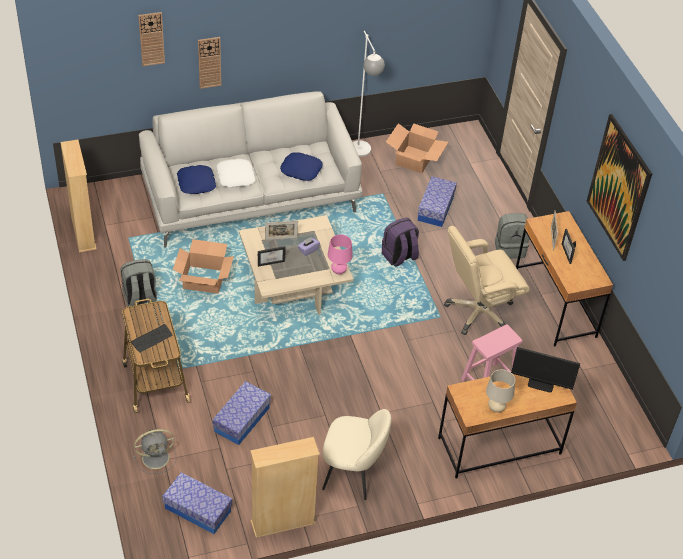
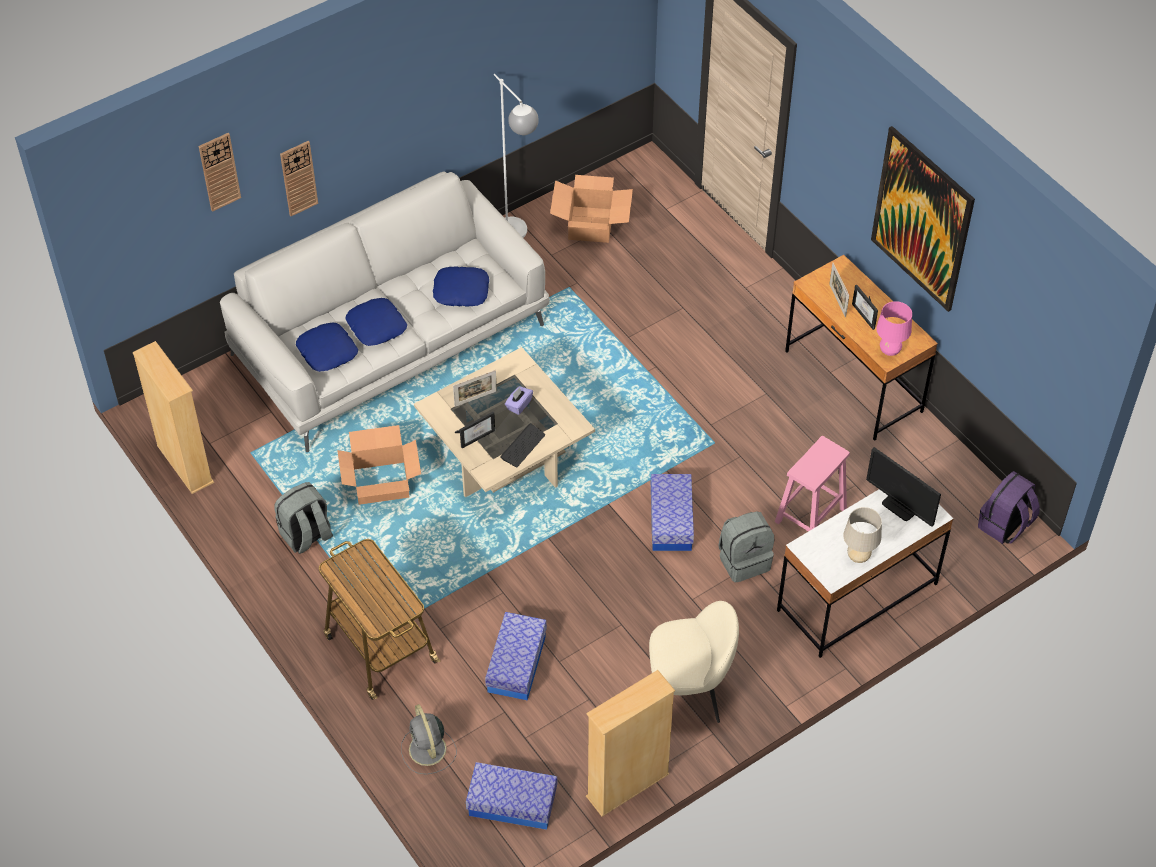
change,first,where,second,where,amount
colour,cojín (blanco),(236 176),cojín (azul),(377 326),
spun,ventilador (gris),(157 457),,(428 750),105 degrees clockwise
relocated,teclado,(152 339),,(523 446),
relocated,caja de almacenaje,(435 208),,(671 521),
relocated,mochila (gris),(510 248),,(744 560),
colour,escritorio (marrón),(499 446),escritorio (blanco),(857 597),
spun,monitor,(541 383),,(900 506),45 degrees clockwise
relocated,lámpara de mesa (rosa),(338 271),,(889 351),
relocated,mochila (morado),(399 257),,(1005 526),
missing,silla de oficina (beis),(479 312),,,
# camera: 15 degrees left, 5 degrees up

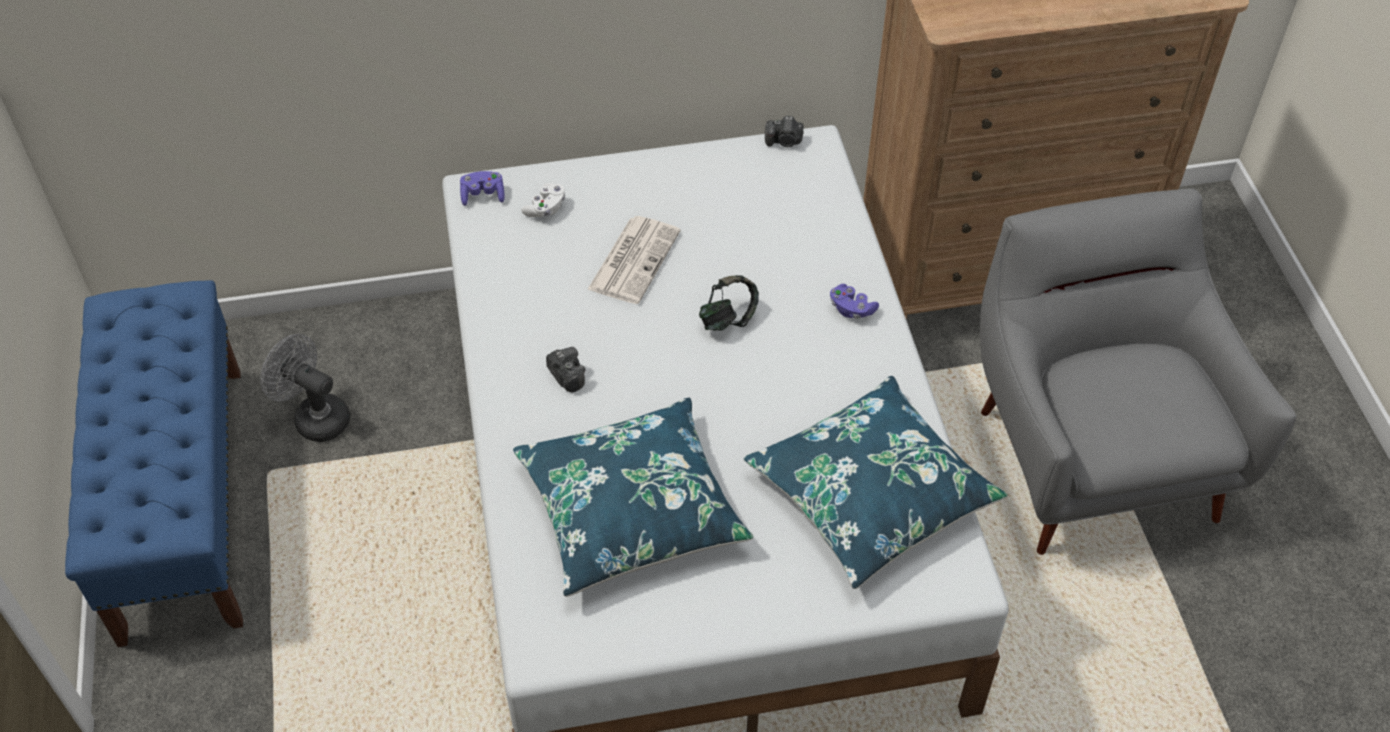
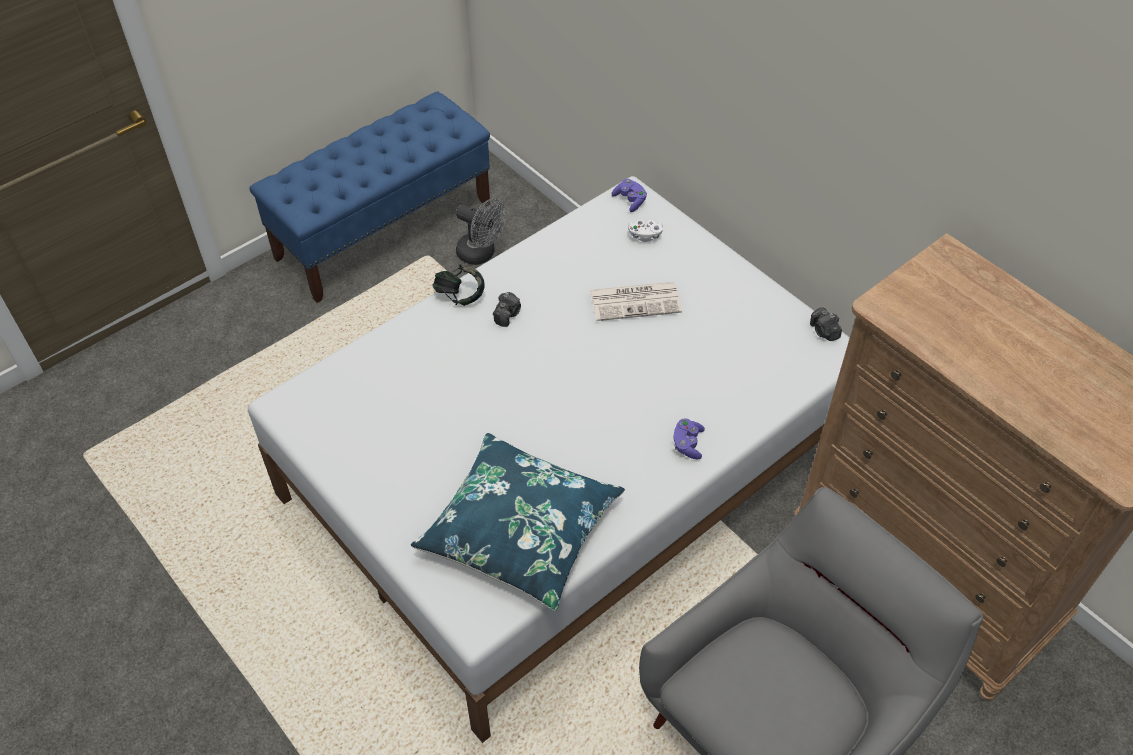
change,first,where,second,where,amount
relocated,auriculares,(728 319),,(460 296),
spun,ventilador (gris),(315 417),,(481 254),120 degrees clockwise
missing,cojín (azul),(631 509),,,
# camera: 60 degrees right, 0 degrees up

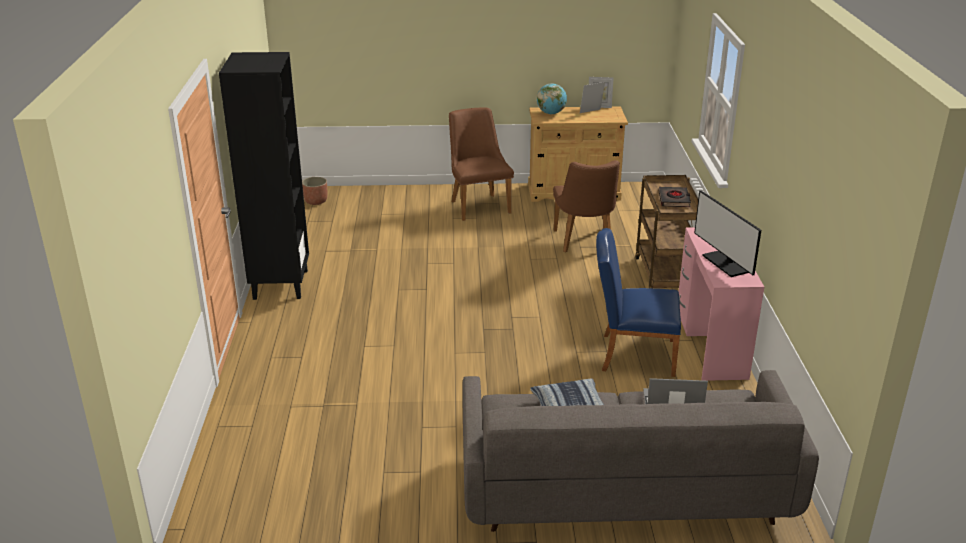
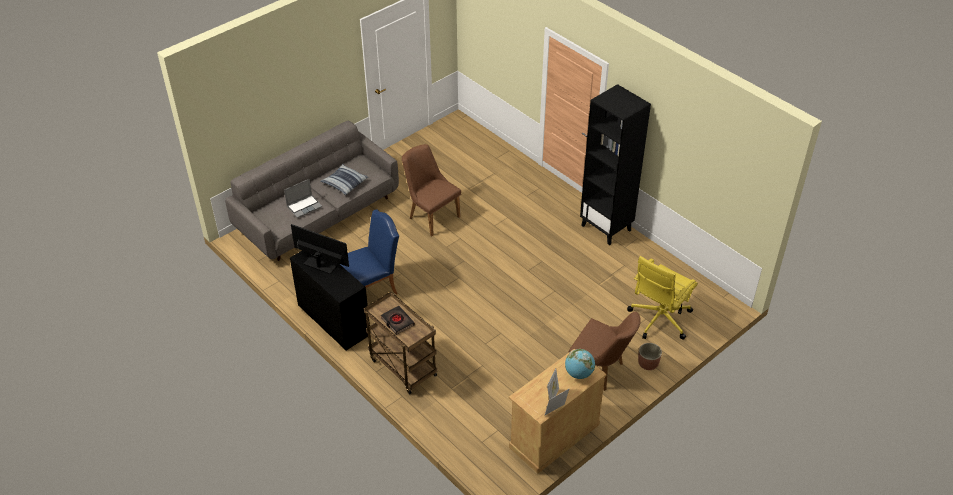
change,first,where,second,where,amount
colour,escritorio (rosa),(711 345),escritorio (negro),(333 320),
relocated,silla (marrón),(584 243),,(430 215),
appeared,,,silla de oficina (amarillo),(659 319),
relocated,maceta,(316 201),,(648 364),
# camera: 140 degrees right, 15 degrees up

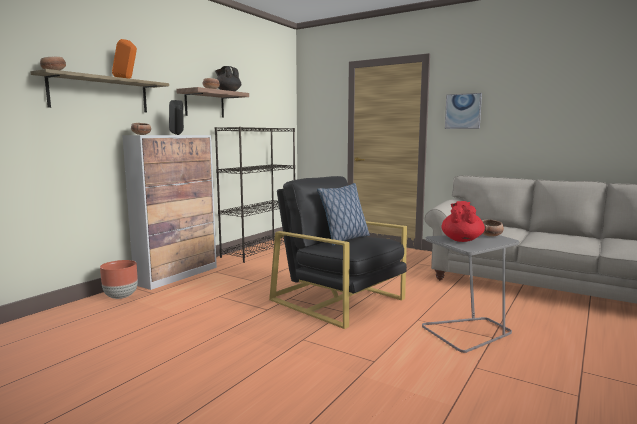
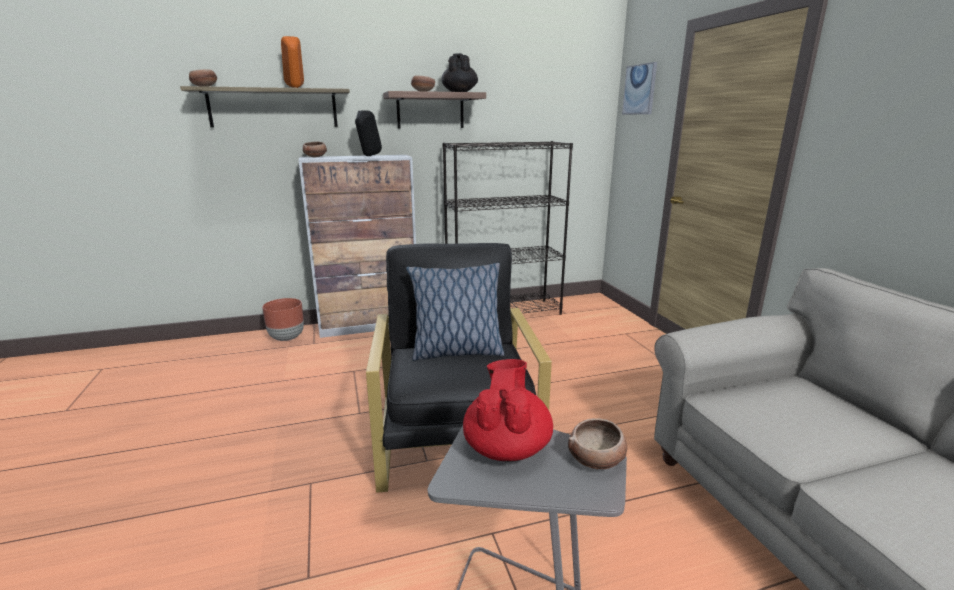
change,first,where,second,where,amount
spun,tetera (rojo),(461 240),,(507 447),45 degrees counterclockwise
relocated,cuadro,(463 111),,(640 89),
# camera: 40 degrees right, 10 degrees up

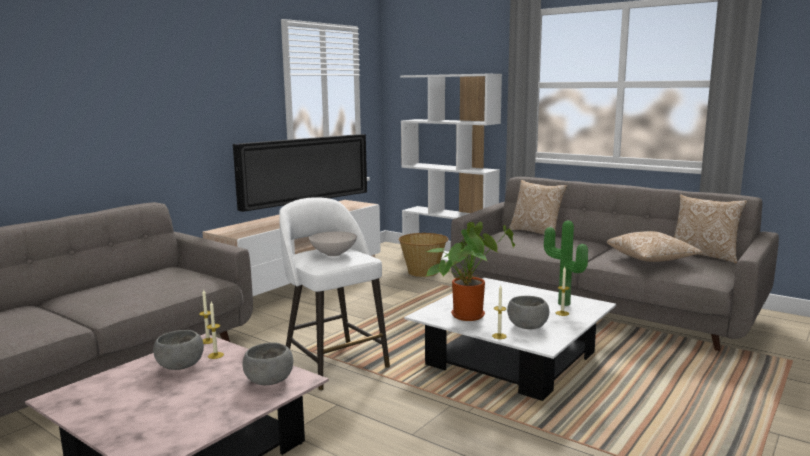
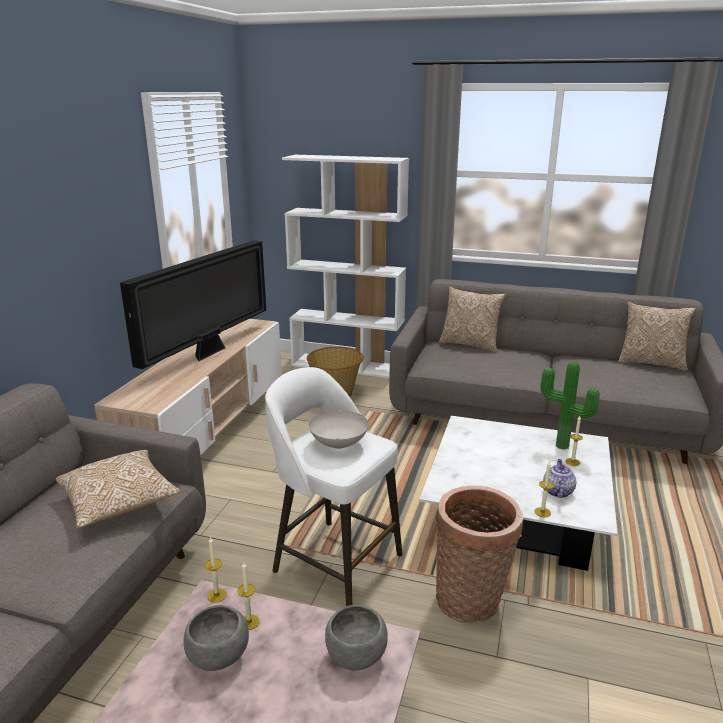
change,first,where,second,where,amount
relocated,cojín,(651 259),,(119 502),
appeared,,,cesta,(472 601),
exchanged,cuenco (gris),(527 327),tetera,(557 491),
missing,planta en maceta,(468 314),,,
# camera: 20 degrees left, 10 degrees up

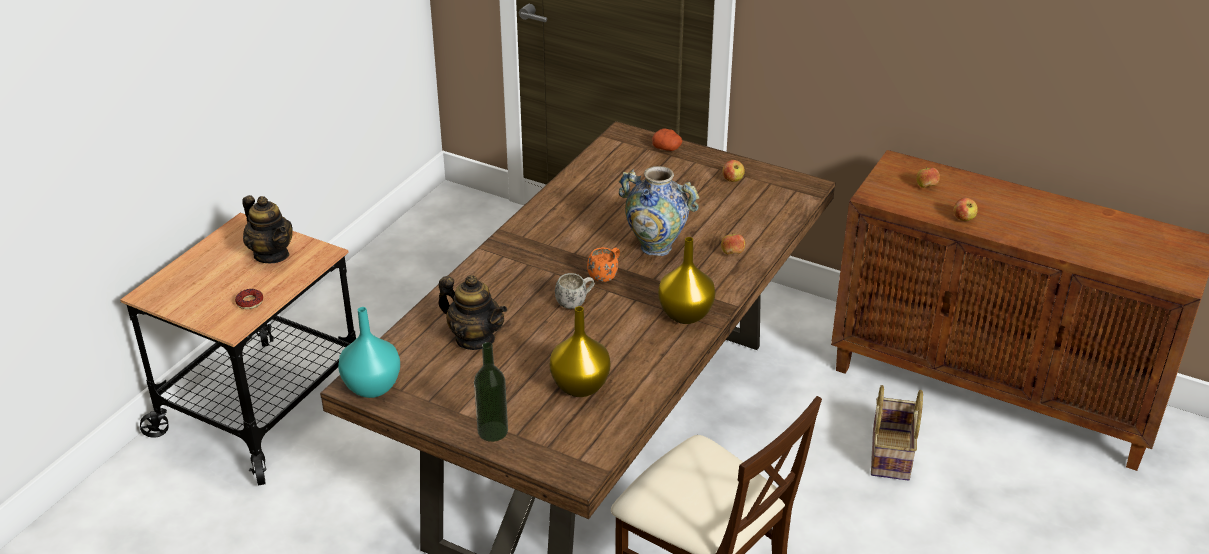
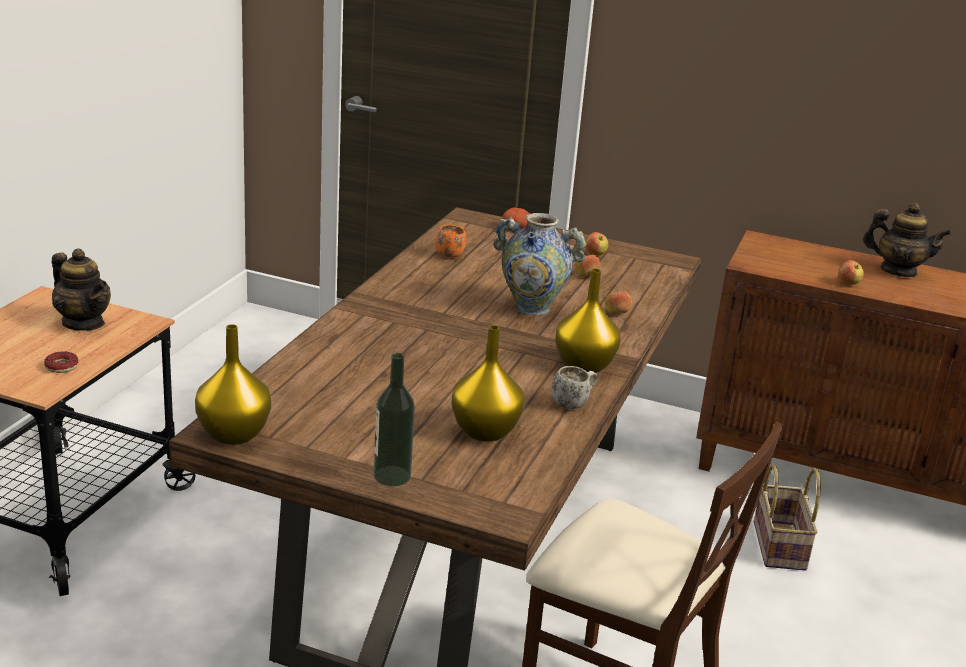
change,first,where,second,where,amount
colour,florero (turquesa),(372 388),florero (amarillo),(233 435),
relocated,taza grande (naranja),(605 275),,(452 254),
relocated,taza grande (blanco),(575 302),,(574 403),
relocated,manzana,(926 186),,(586 276),
relocated,tetera,(475 339),,(898 271),
# camera: 10 degrees left, 10 degrees down

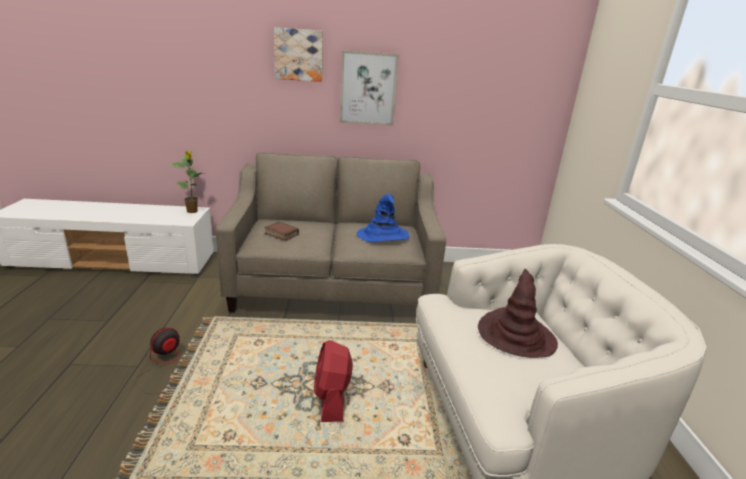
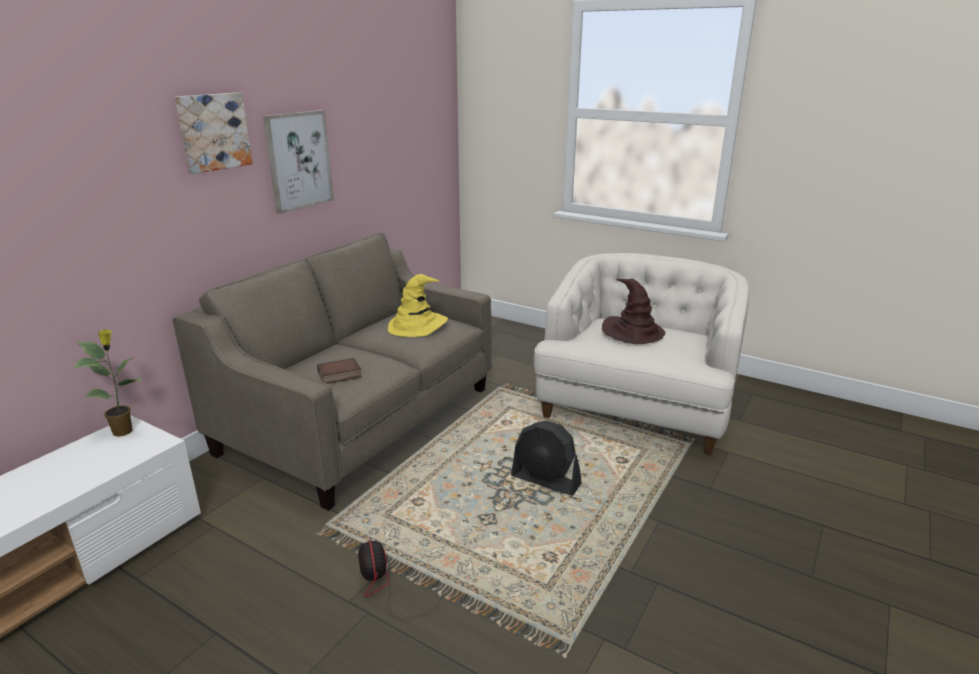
change,first,where,second,where,amount
colour,sombrero (azul),(383 235),sombrero (amarillo),(417 325),
colour,ventilador (rojo),(332 398),ventilador (negro),(546 481),
# camera: 55 degrees left, 0 degrees up

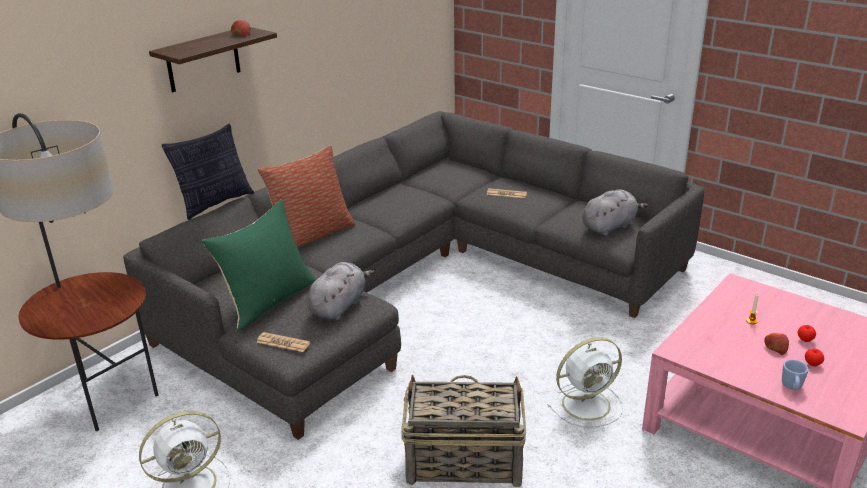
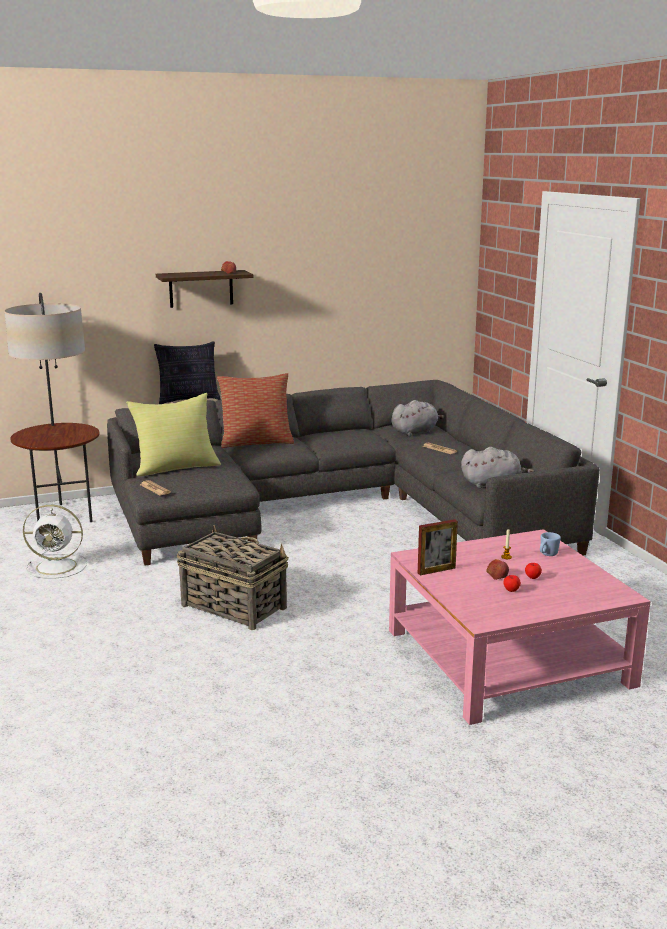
change,first,where,second,where,amount
colour,cojín (verde),(269 301),cojín (amarillo),(176 467),
relocated,peluche (gris),(339 306),,(415 431),
appeared,,,portarretratos,(436 570),
relocated,taza grande (azul),(792 387),,(547 555),
missing,ventilador (blanco),(588 404),,,
# camera: 30 degrees right, 10 degrees down

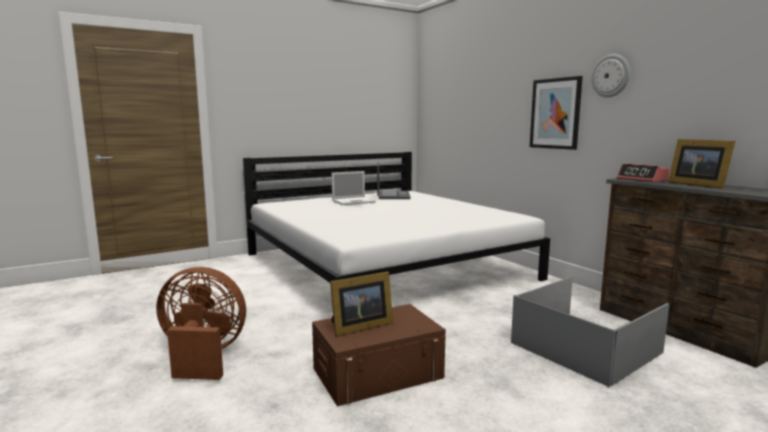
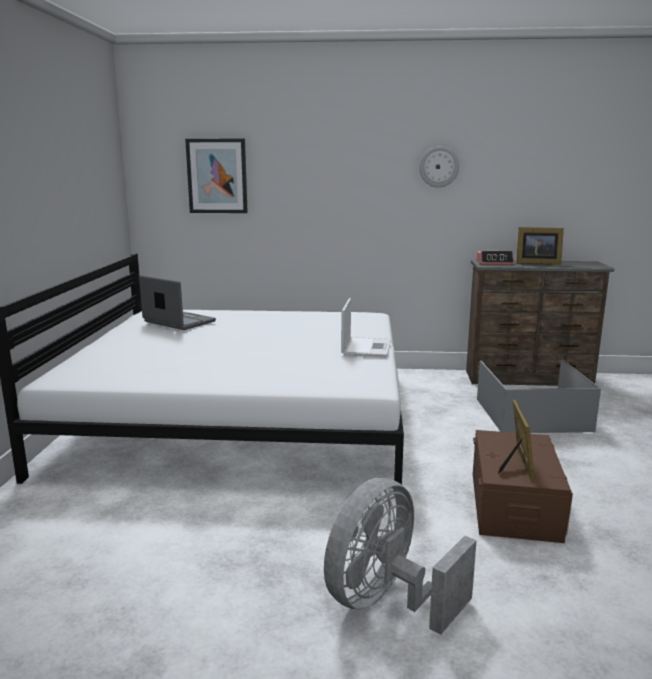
change,first,where,second,where,amount
relocated,cuadro,(555 113),,(217 176),
colour,ventilador (marrón),(202 357),ventilador (gris),(387 601),
relocated,portátil,(354 201),,(366 347),
# camera: 55 degrees left, 5 degrees up

